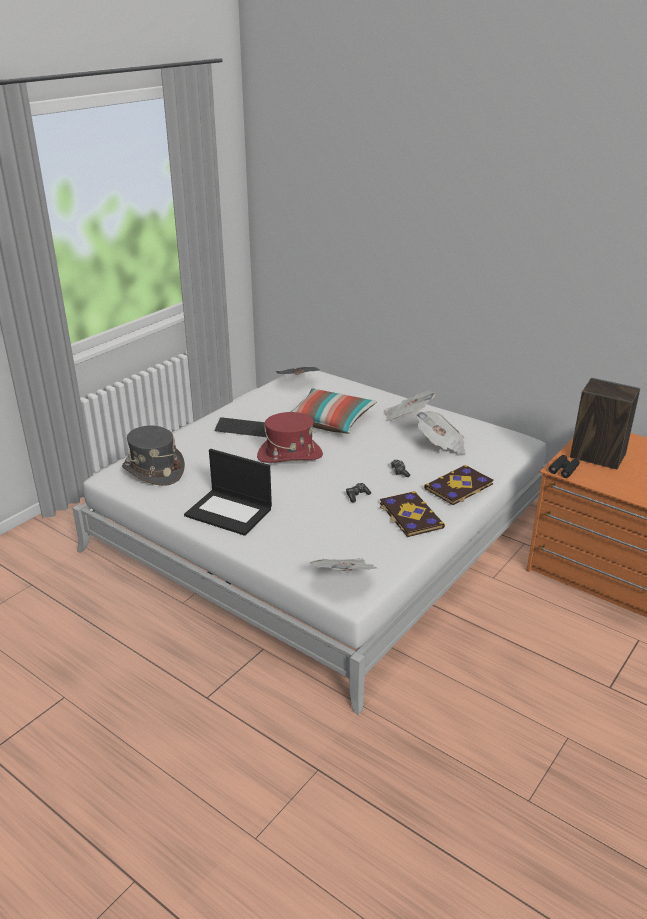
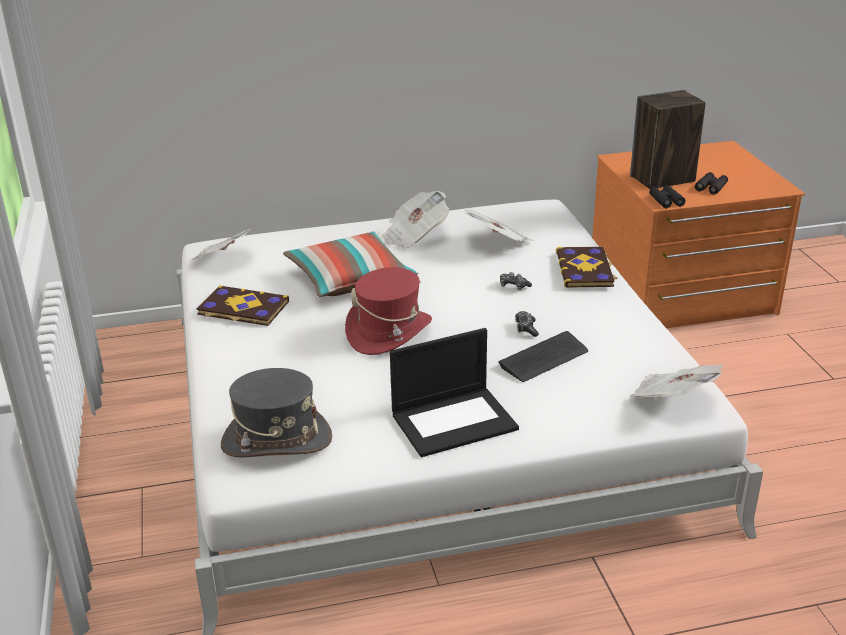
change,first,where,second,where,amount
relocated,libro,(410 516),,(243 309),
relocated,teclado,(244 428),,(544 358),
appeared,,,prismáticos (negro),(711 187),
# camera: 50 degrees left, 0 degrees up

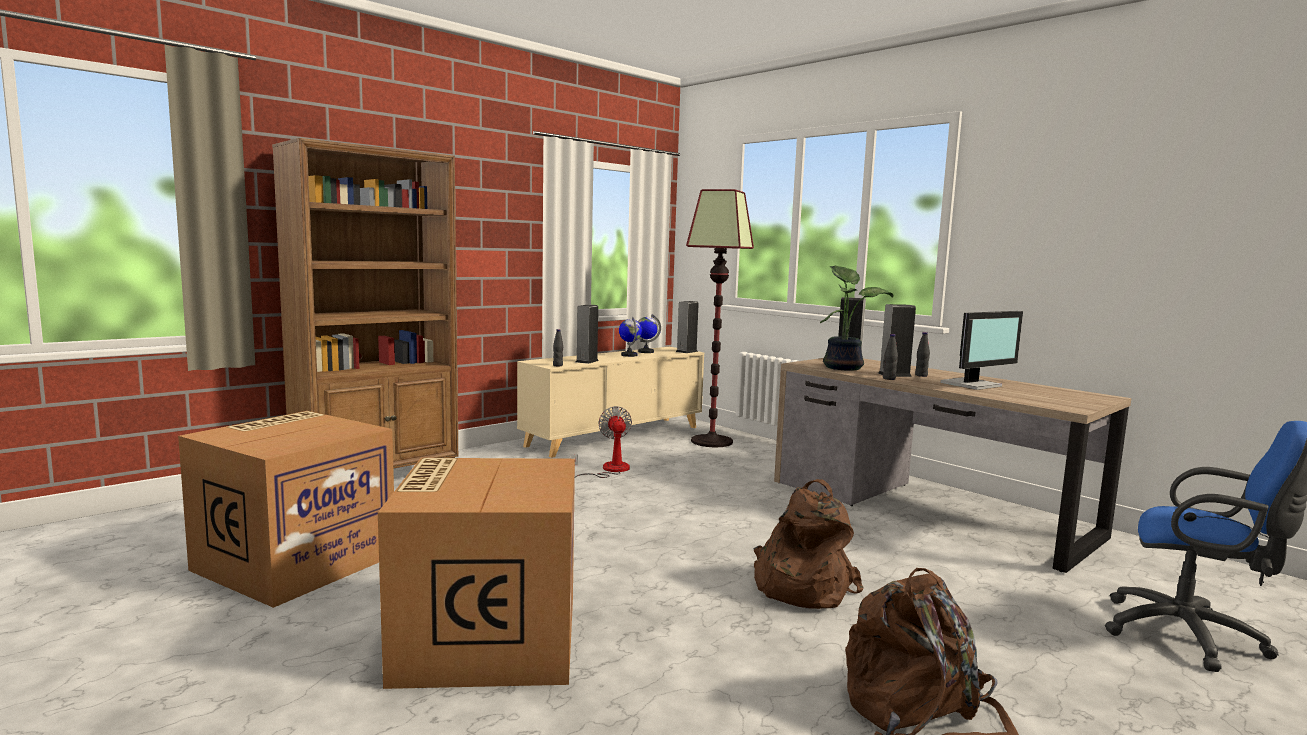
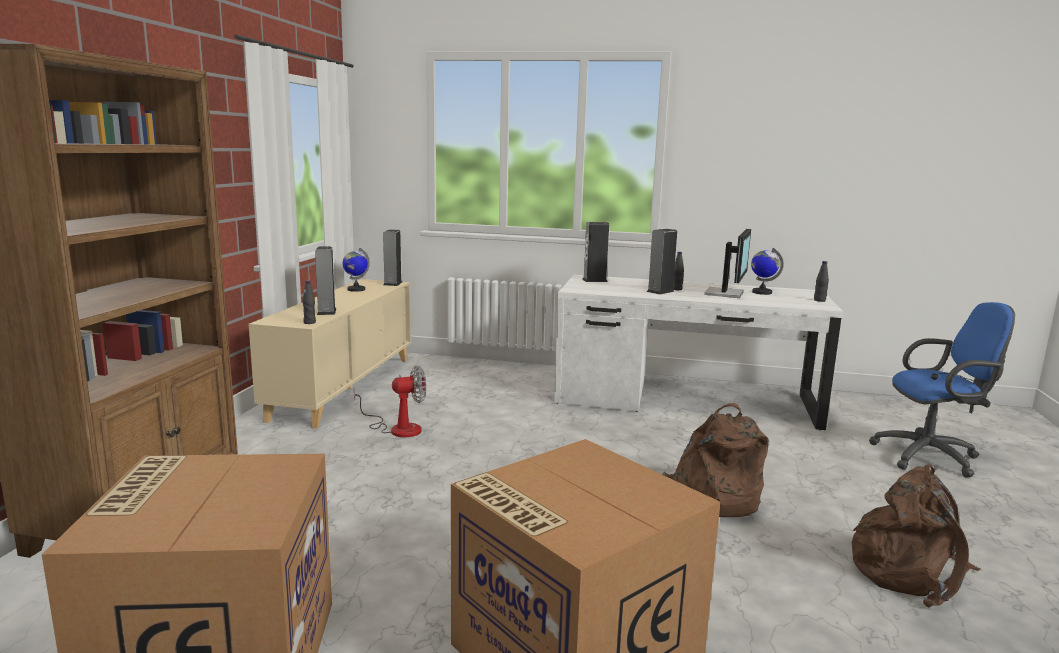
change,first,where,second,where,amount
spun,ventilador,(609 470),,(397 428),120 degrees clockwise
colour,escritorio (marrón),(927 509),escritorio (blanco),(685 400),
relocated,globo terráqueo,(629 355),,(761 292),
relocated,botella (negro),(889 379),,(819 300),
missing,lámpara de pie,(712 441),,,
missing,planta en maceta,(843 367),,,
# camera: 35 degrees left, 5 degrees up

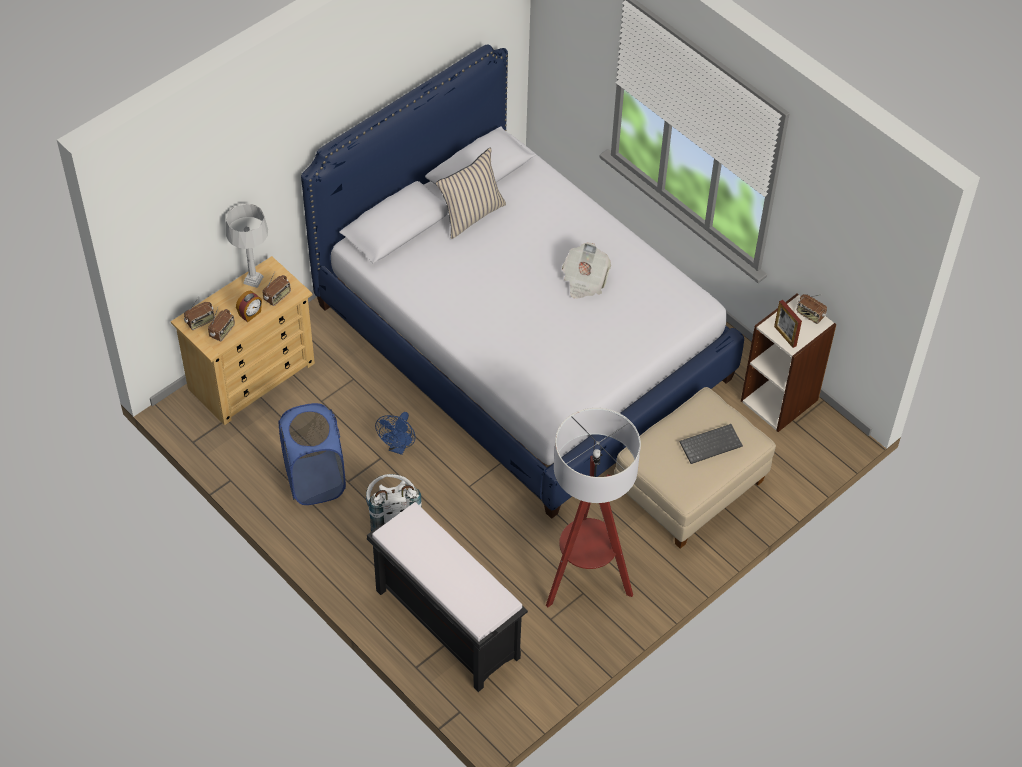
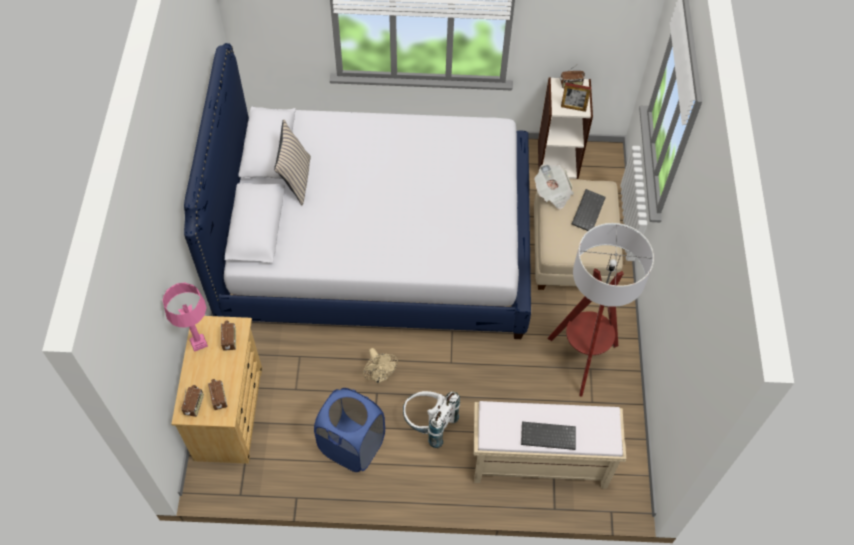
change,first,where,second,where,amount
colour,lámpara de mesa (gris),(253 280),lámpara de mesa (rosa),(199 343),
colour,ventilador (azul),(398 447),ventilador (beis),(380 376),
colour,banco (negro),(445 623),banco (beis),(538 463),
appeared,,,teclado,(547 437),
relocated,periódico,(584 280),,(553 193),
missing,despertador,(250 314),,,
# camera: 45 degrees left, 5 degrees up

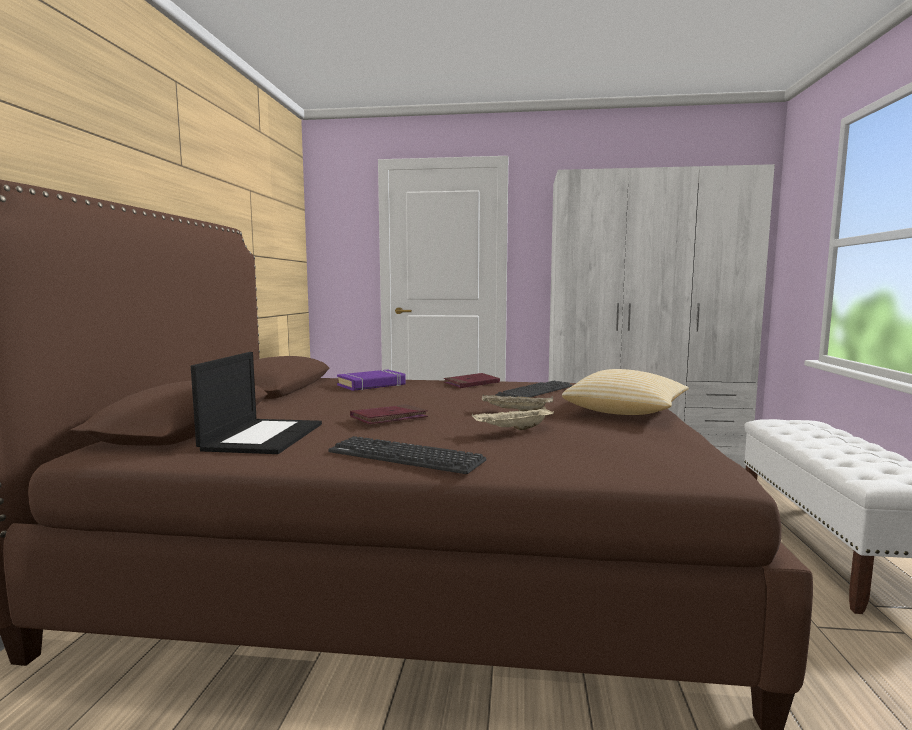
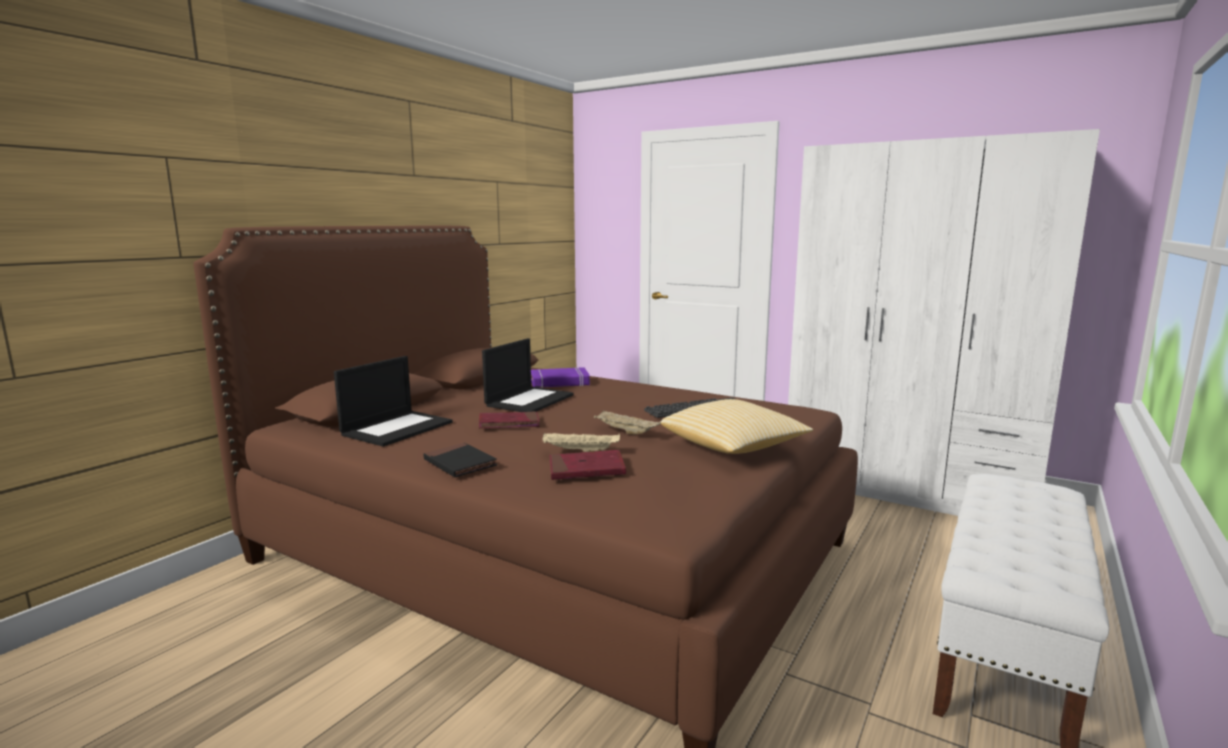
change,first,where,second,where,amount
exchanged,teclado,(405 457),libro (negro),(460 464),
appeared,,,portátil,(529 400),
relocated,libro (rojo),(471 383),,(586 469),
# camera: 25 degrees right, 5 degrees up

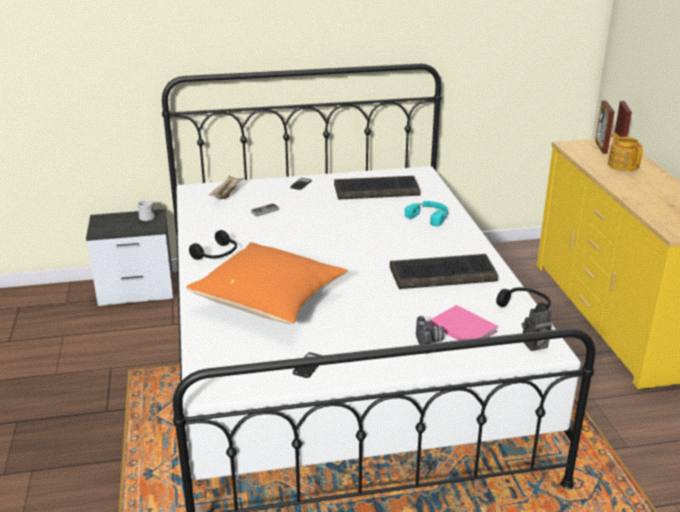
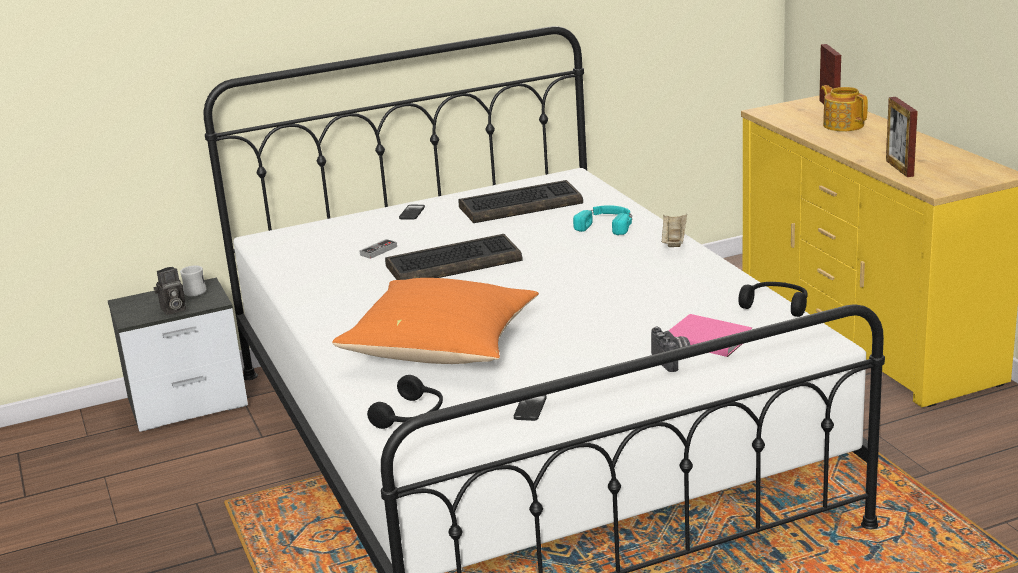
change,first,where,second,where,amount
relocated,cámara,(534 345),,(172 310),
relocated,auriculares (negro),(217 254),,(411 415),
relocated,teclado,(443 273),,(454 263),
relocated,bandeja (beis),(227 194),,(673 241),
relocated,portarretratos,(601 147),,(899 168),
# camera: 10 degrees left, 5 degrees down

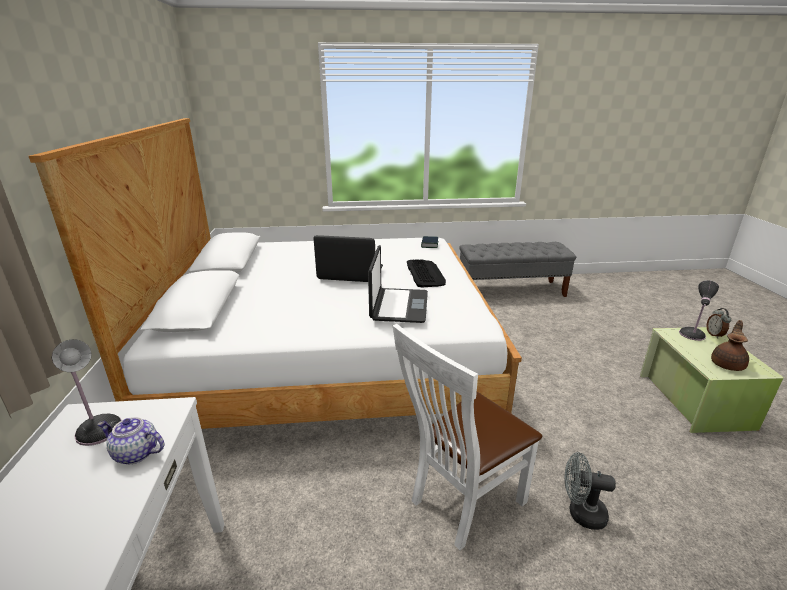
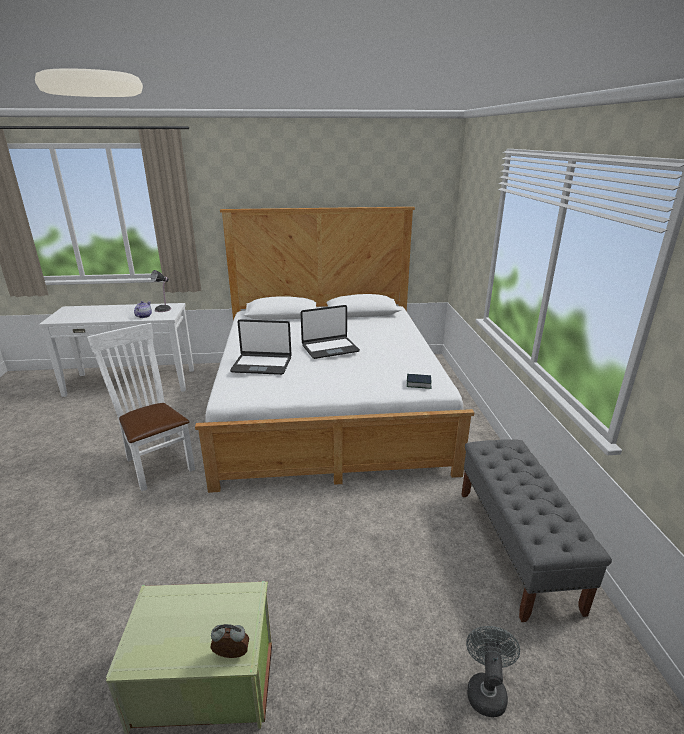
change,first,where,second,where,amount
spun,portátil,(350 273),,(330 348),60 degrees clockwise
relocated,ventilador (gris),(580 513),,(486 689),
missing,teclado,(425 273),,,
missing,lámpara de mesa,(691 335),,,
missing,tetera (marrón),(727 364),,,
# camera: 90 degrees right, 0 degrees up

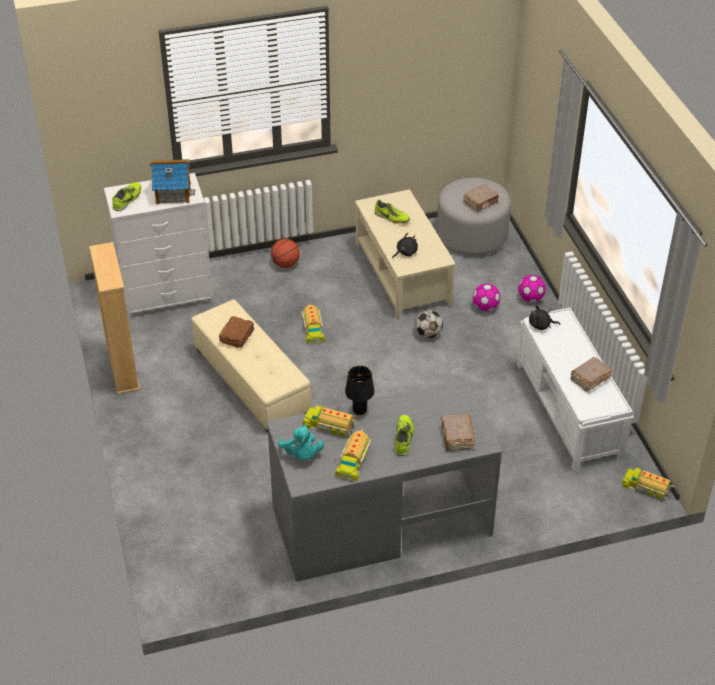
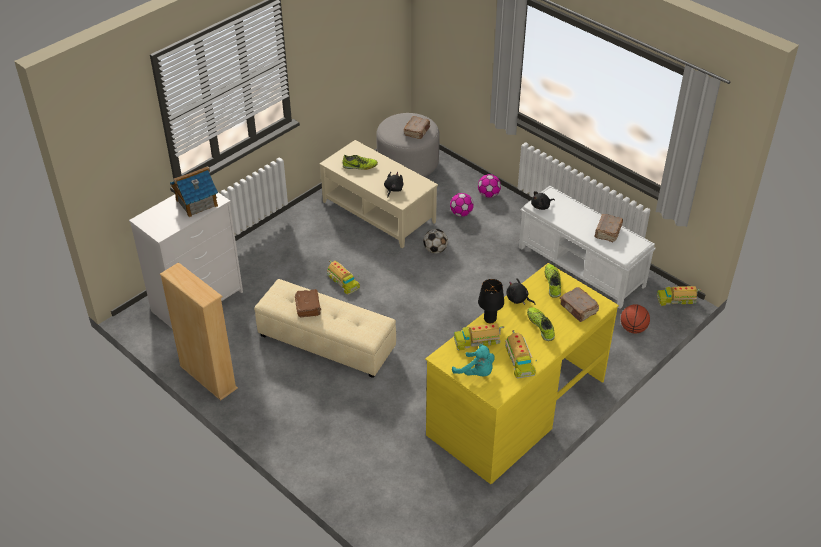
change,first,where,second,where,amount
colour,escritorio (gris),(381 521),escritorio (amarillo),(515 407),
appeared,,,peluche (negro),(518 299),
relocated,zapato,(127 199),,(552 283),
relocated,balón de baloncesto,(285 264),,(633 329),
# camera: 30 degrees left, 0 degrees up

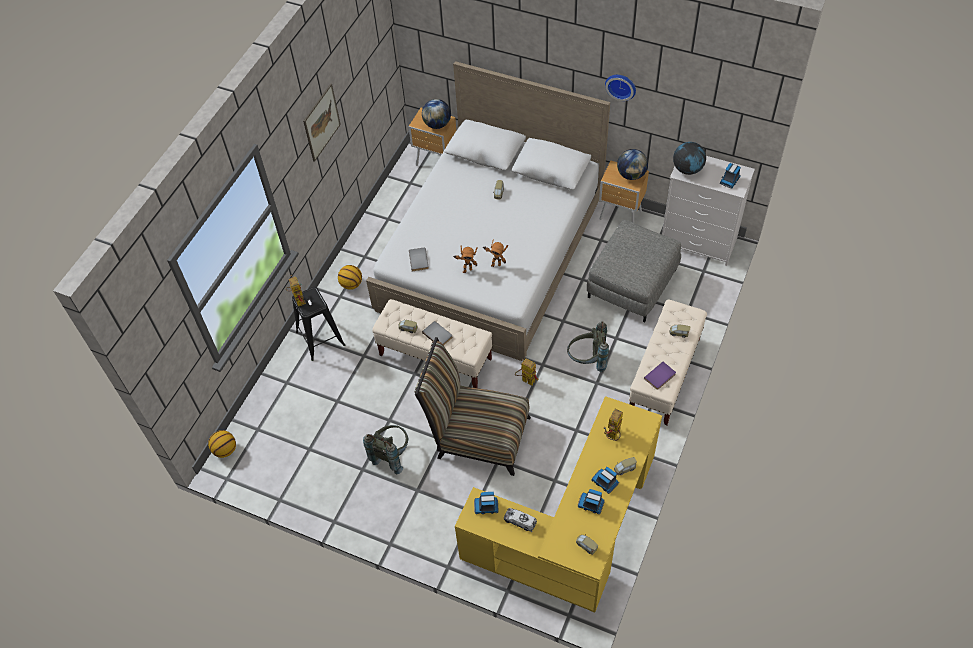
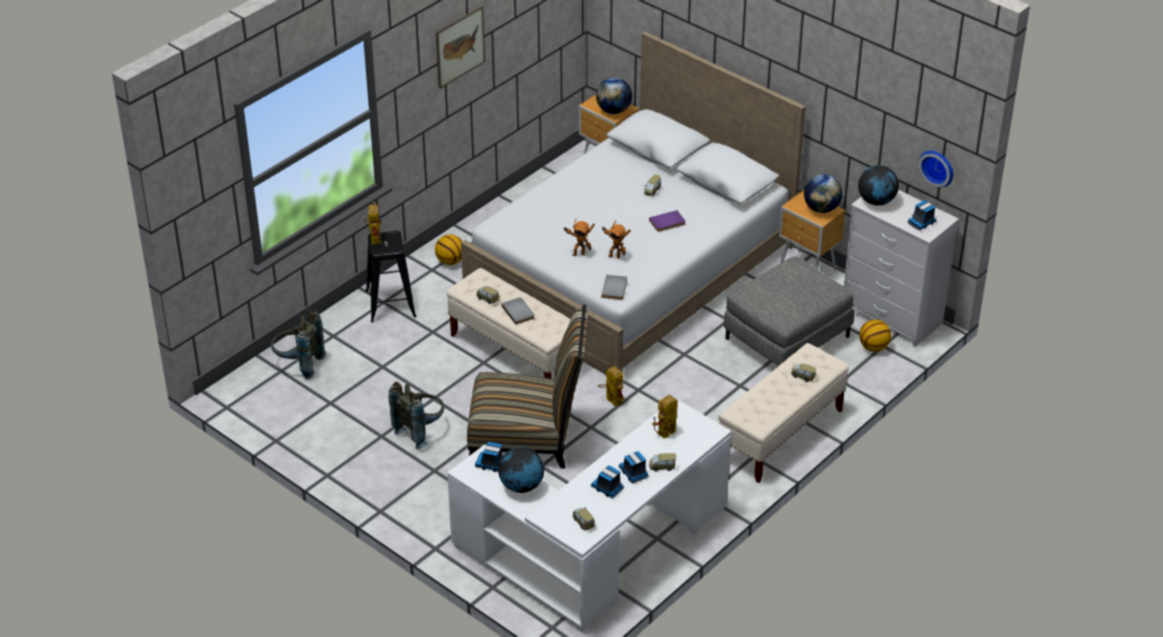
change,first,where,second,where,amount
relocated,mochila (gris),(588 360),,(299 364),
colour,escritorio (amarillo),(573 532),escritorio (blanco),(596 553),
spun,silla,(477 435),,(528 437),150 degrees clockwise
exchanged,camión de juguete,(520 521),globo terráqueo,(521 486),
relocated,libro (gris),(419 260),,(615 289),
relocated,libro (morado),(660 377),,(667 223),
relocated,balón de baloncesto,(225 450),,(873 347),
relocated,reloj de pared,(621 85),,(938 167),
# camera: 15 degrees right, 15 degrees down

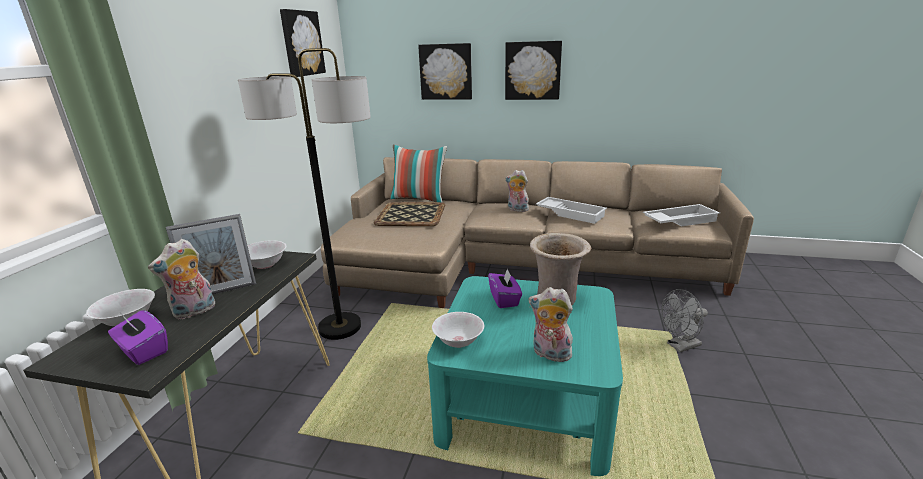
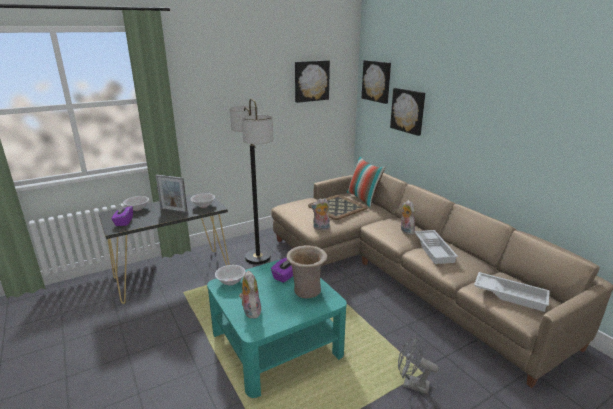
change,first,where,second,where,amount
relocated,peluche,(194 312),,(321 228),
relocated,cuadro,(533 70),,(377 81),
# camera: 45 degrees right, 0 degrees up

